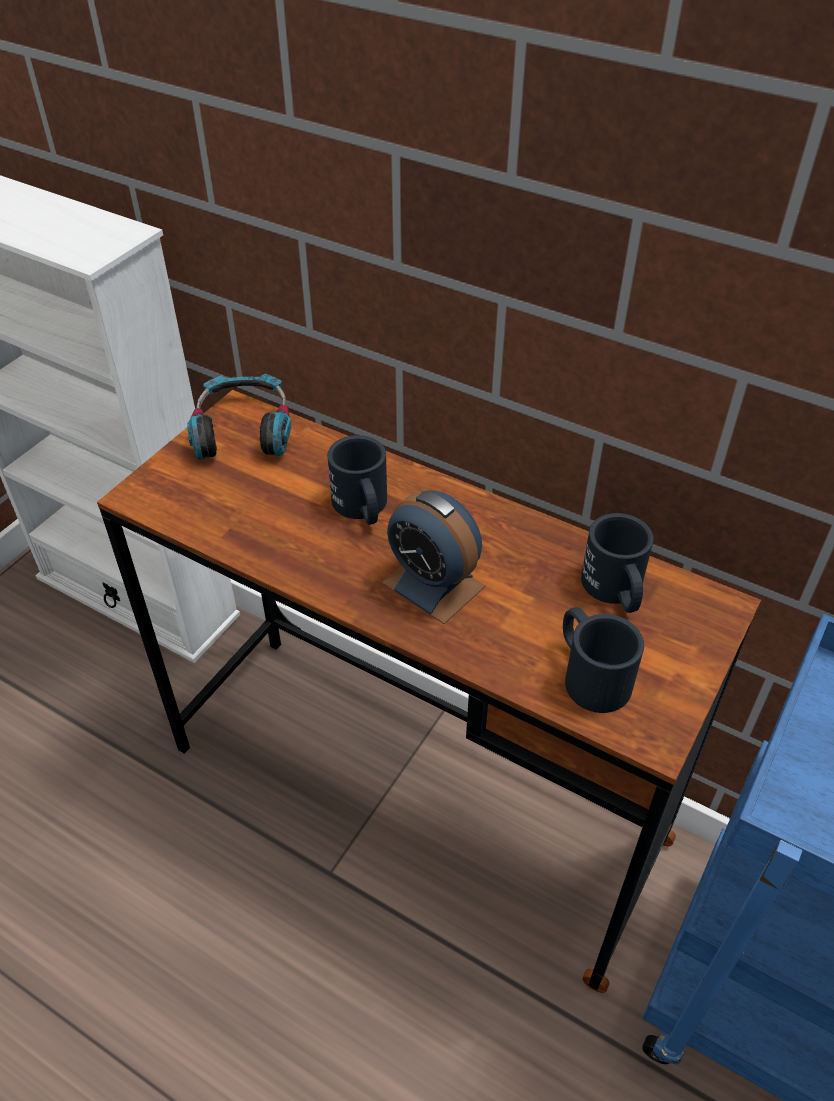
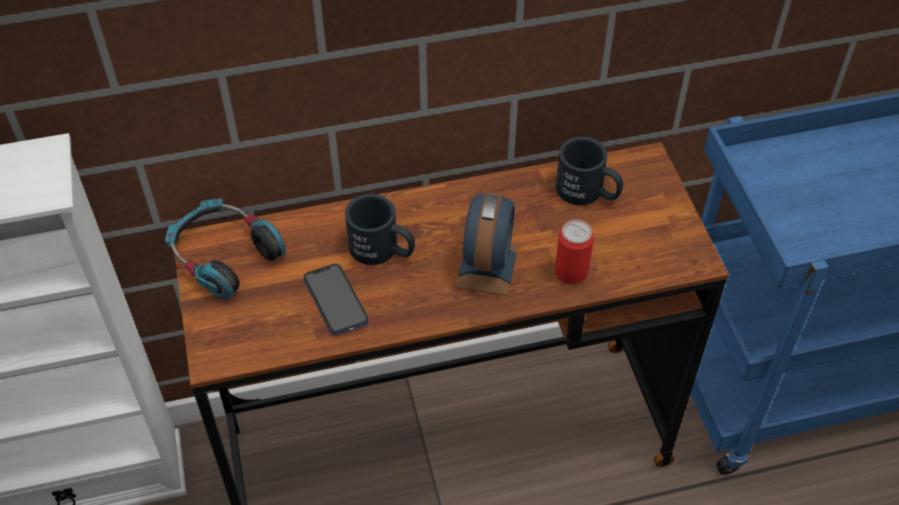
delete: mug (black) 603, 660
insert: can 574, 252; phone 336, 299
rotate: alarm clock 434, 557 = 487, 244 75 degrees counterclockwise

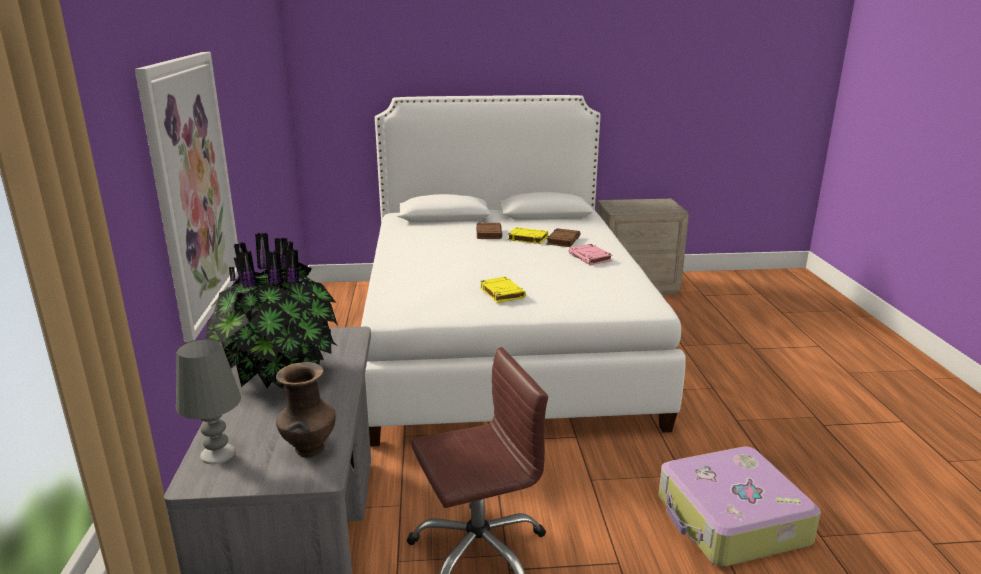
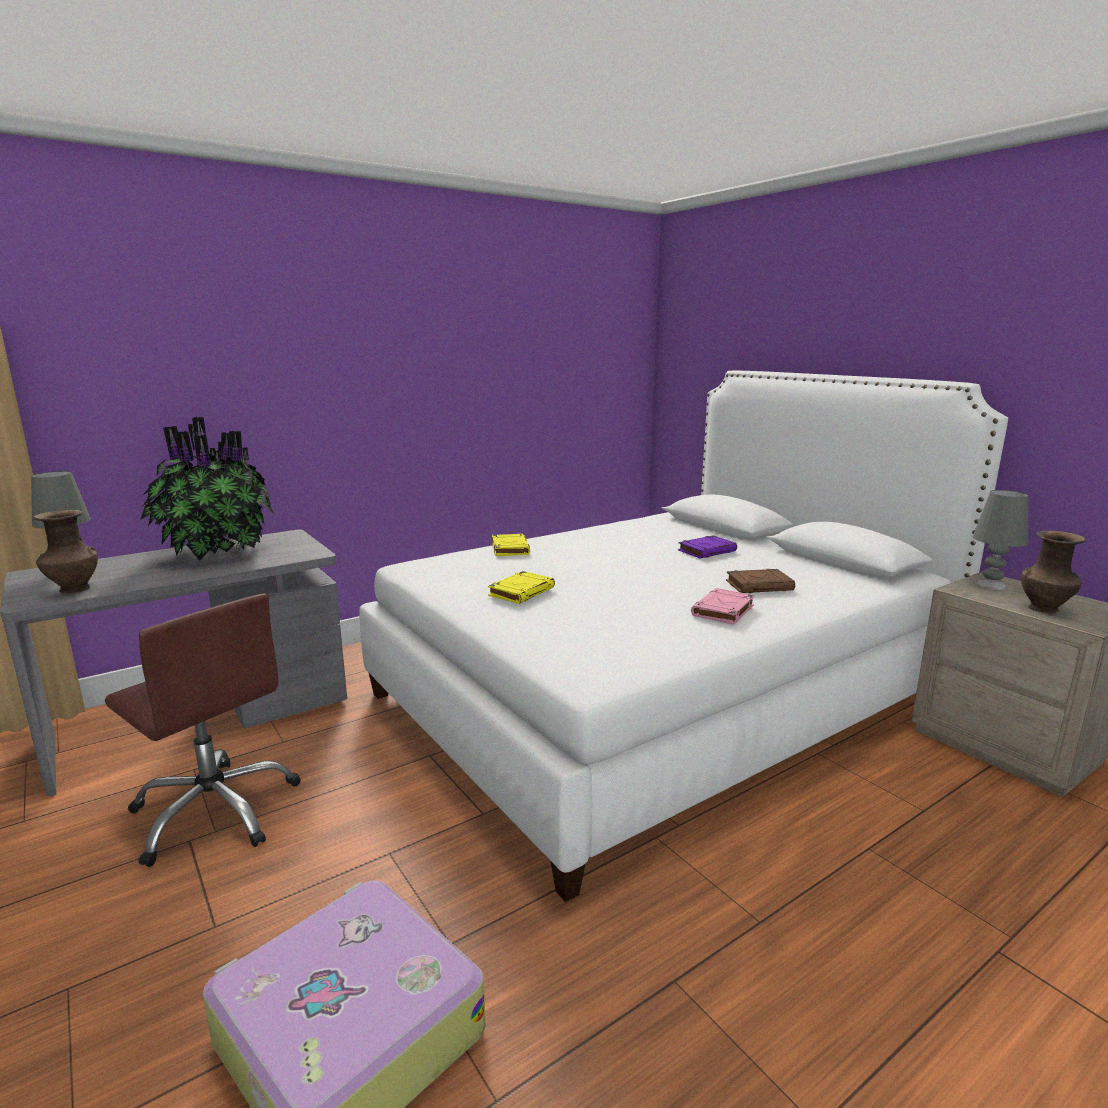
delete: picture 186, 197
insert: table lamp (grey) 1000, 540; vase (brown) 1053, 572
move: book (yellow) 527, 235 to 511, 545
recolor: book (brown) 489, 231 to book (purple) 707, 546

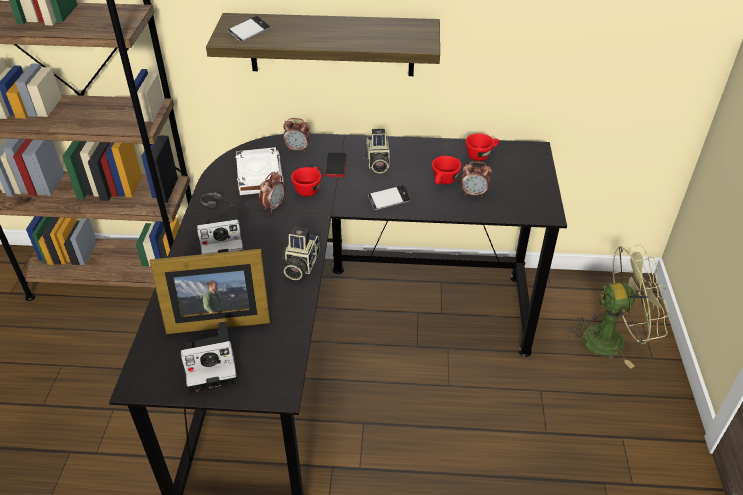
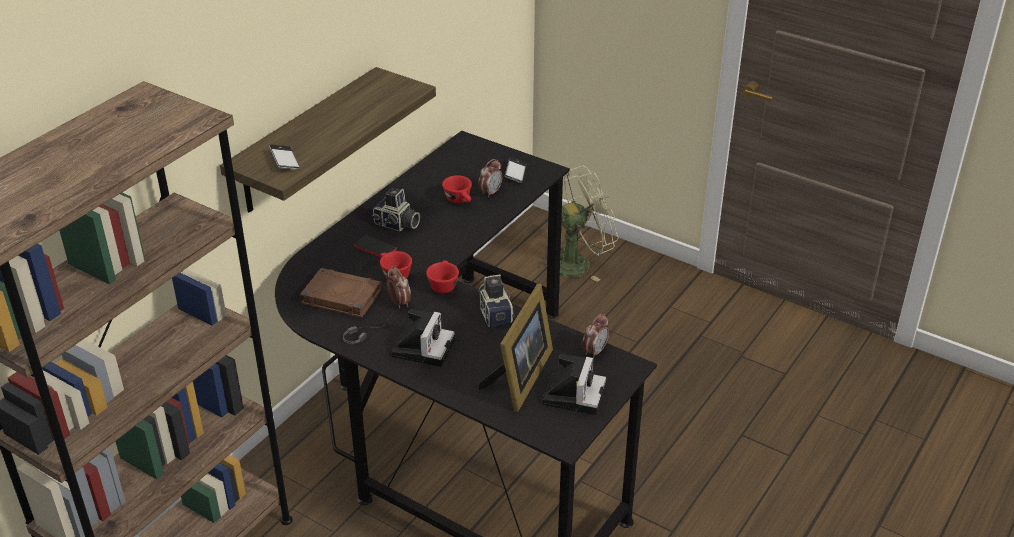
move: alarm clock 296, 135 to 595, 336; cup (red) 482, 147 to 442, 277; phone 389, 197 to 515, 170
recolor: book (white) 259, 171 to book (brown) 341, 293
rotate: photo camera 300, 253 = 497, 300 150 degrees counterclockwise; fan (green) 618, 307 = 578, 224 45 degrees clockwise

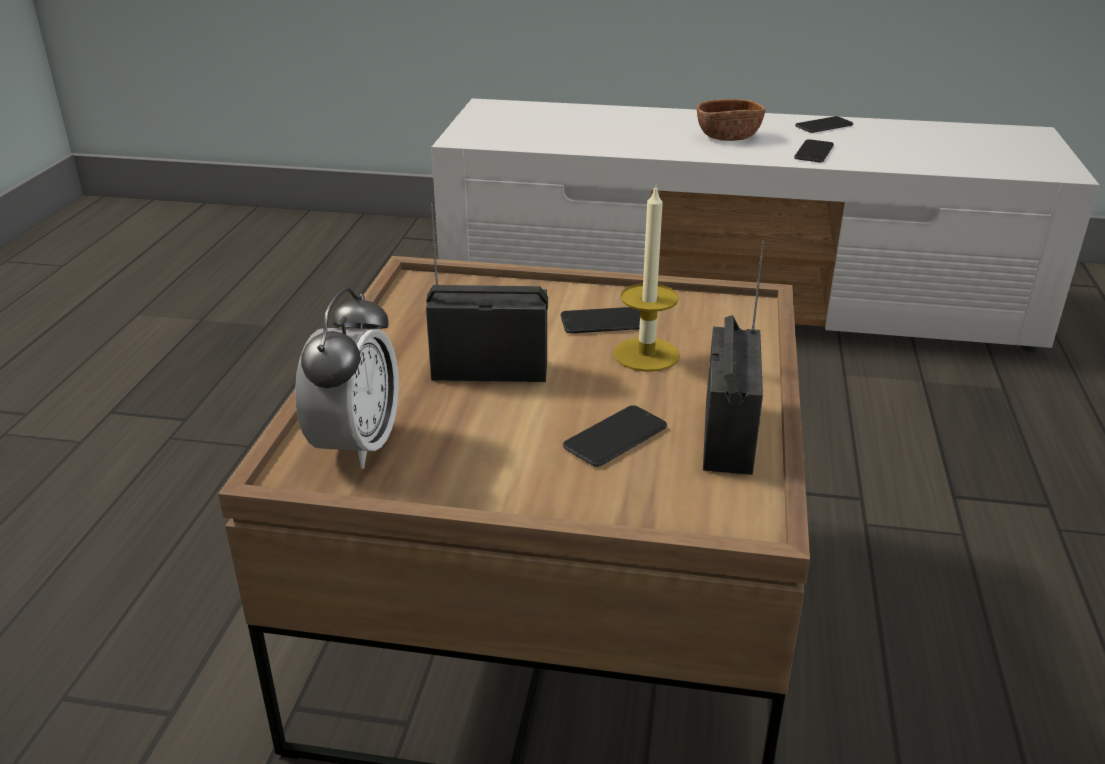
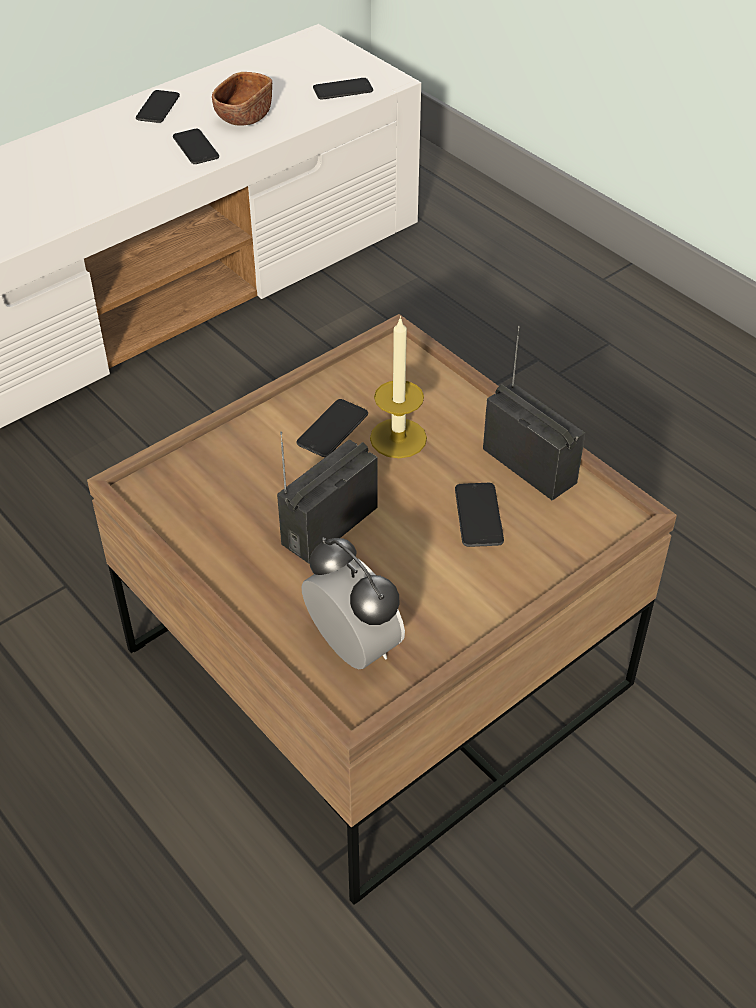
insert: phone 343, 89
move: bowl (brown) 731, 120 to 242, 99

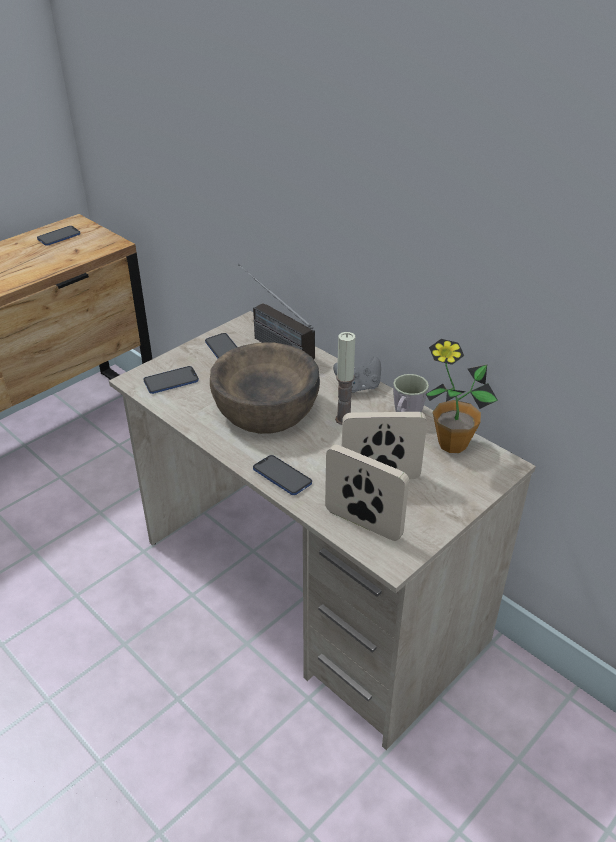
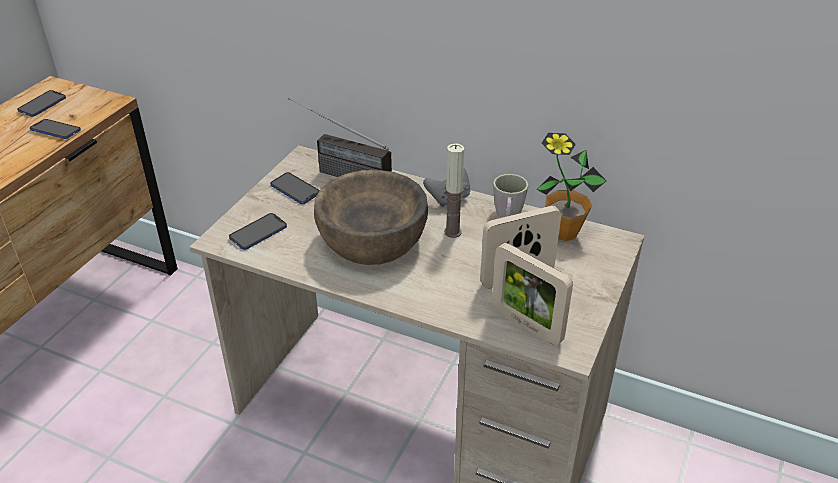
move: phone 282, 475 to 55, 129
rotate: picture frame 367, 492 = 532, 294 150 degrees counterclockwise

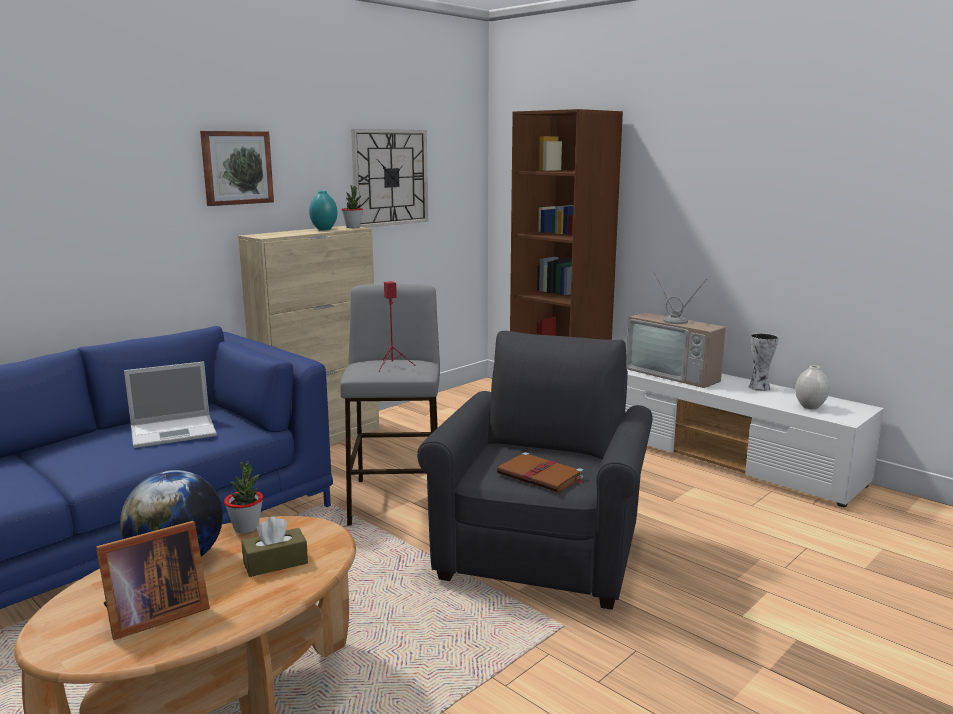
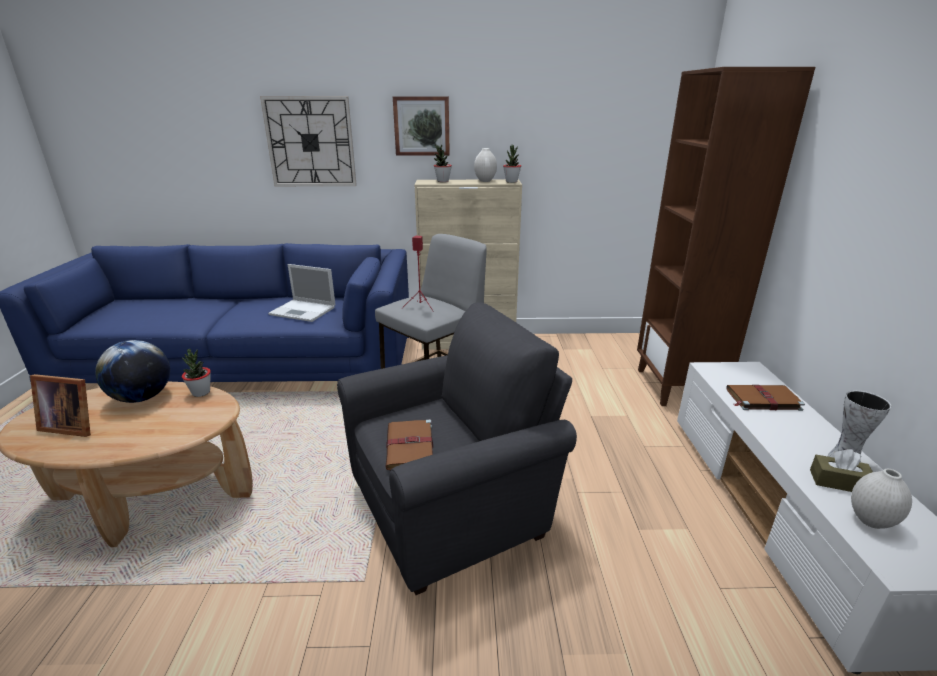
insert: potted plant 443, 163
move: wall clock 389, 178 to 308, 141; tissue box (brown) 274, 546 to 841, 470
replace: television 676, 330 to book (brown) 765, 398
recolor: vase (turquoise) 323, 210 to vase (white) 485, 165

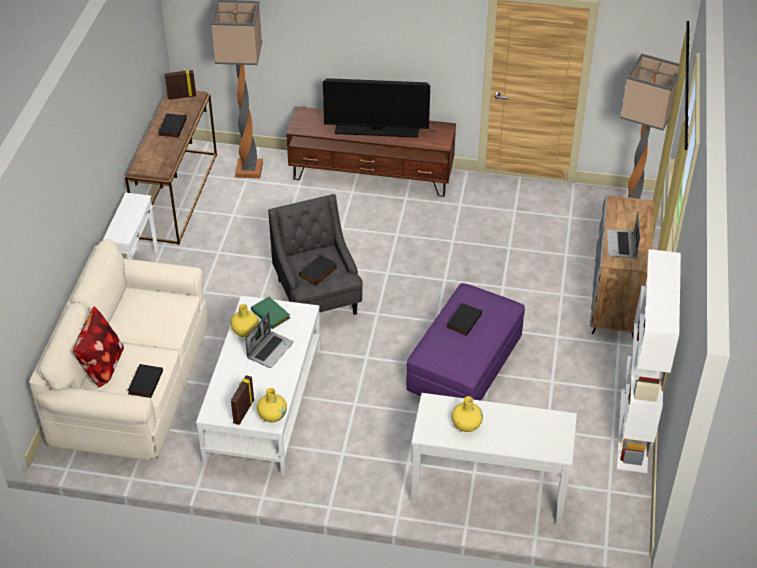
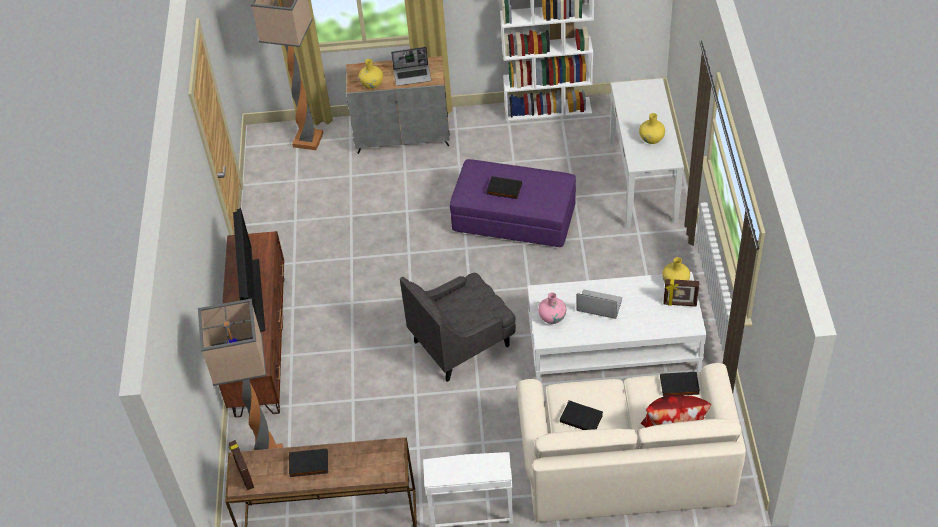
move: book (black) 318, 270 to 581, 415; vase (yellow) 244, 320 to 371, 74
replace: book (green) 270, 313 to vase (pink) 552, 308

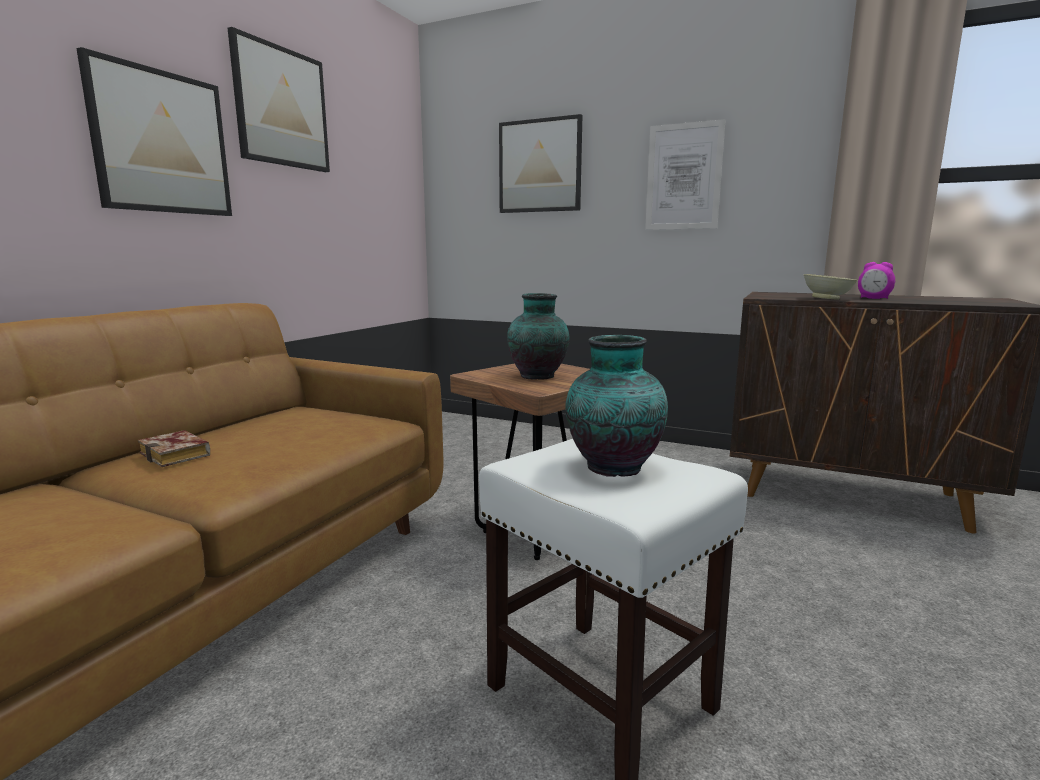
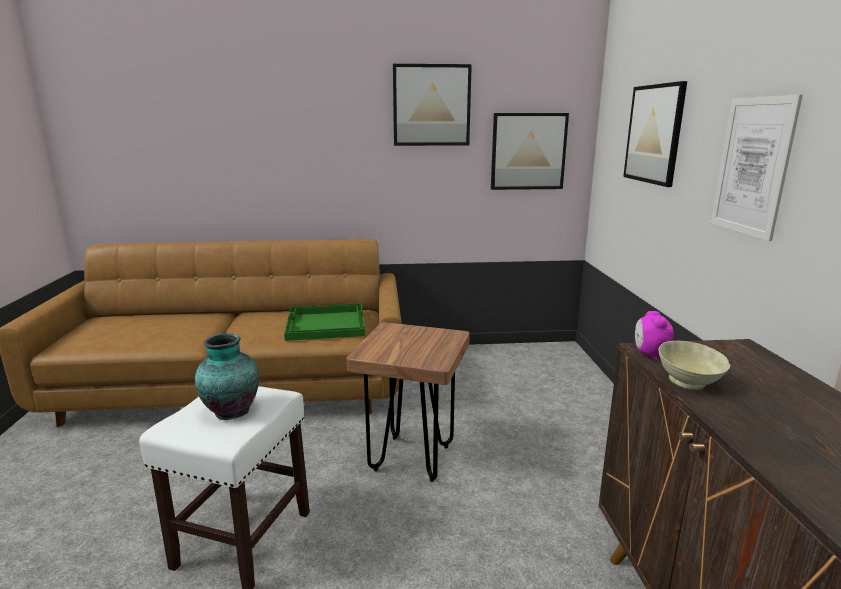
delete: vase 538, 336; book 174, 448
insert: tray (green) 324, 322
move: picture 154, 131 to 530, 151; alarm clock 876, 280 to 654, 335

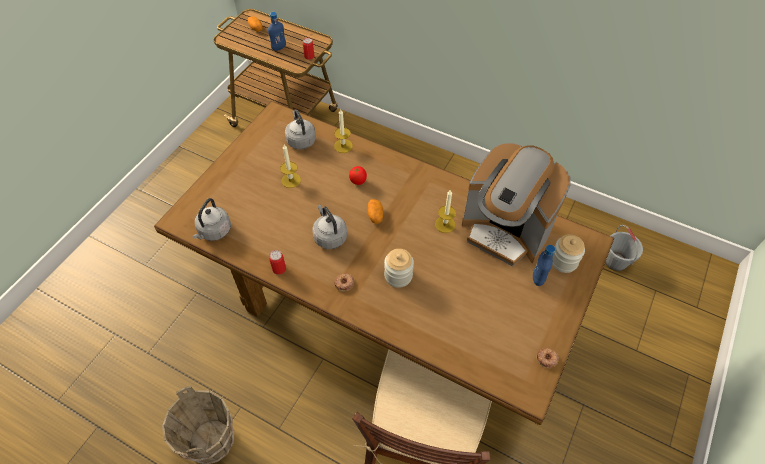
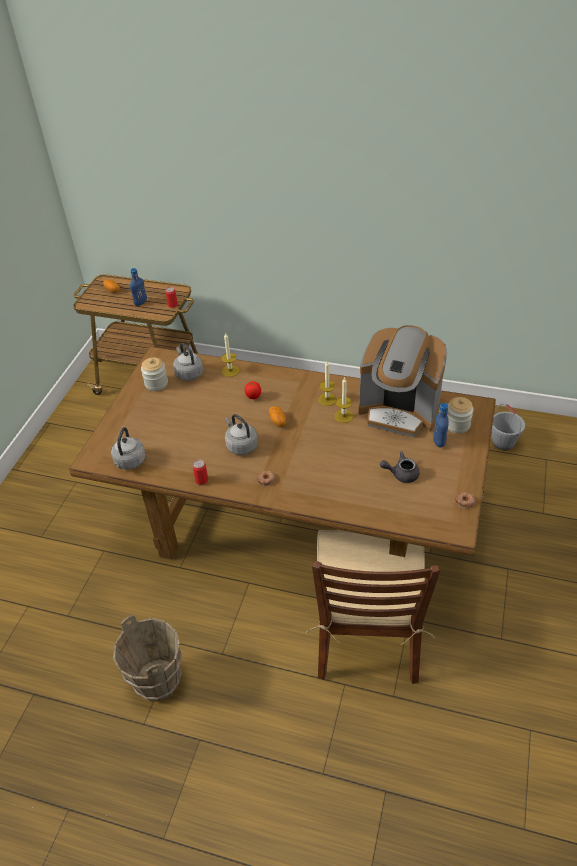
insert: teapot (grey) 400, 467
move: candle 290, 166 to 327, 384; jar 399, 268 to 154, 374

